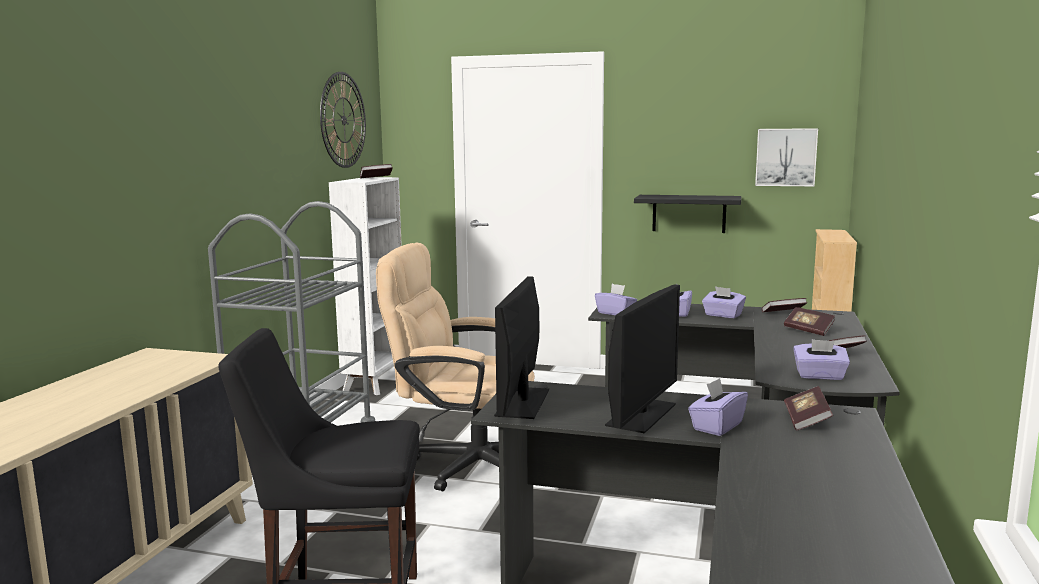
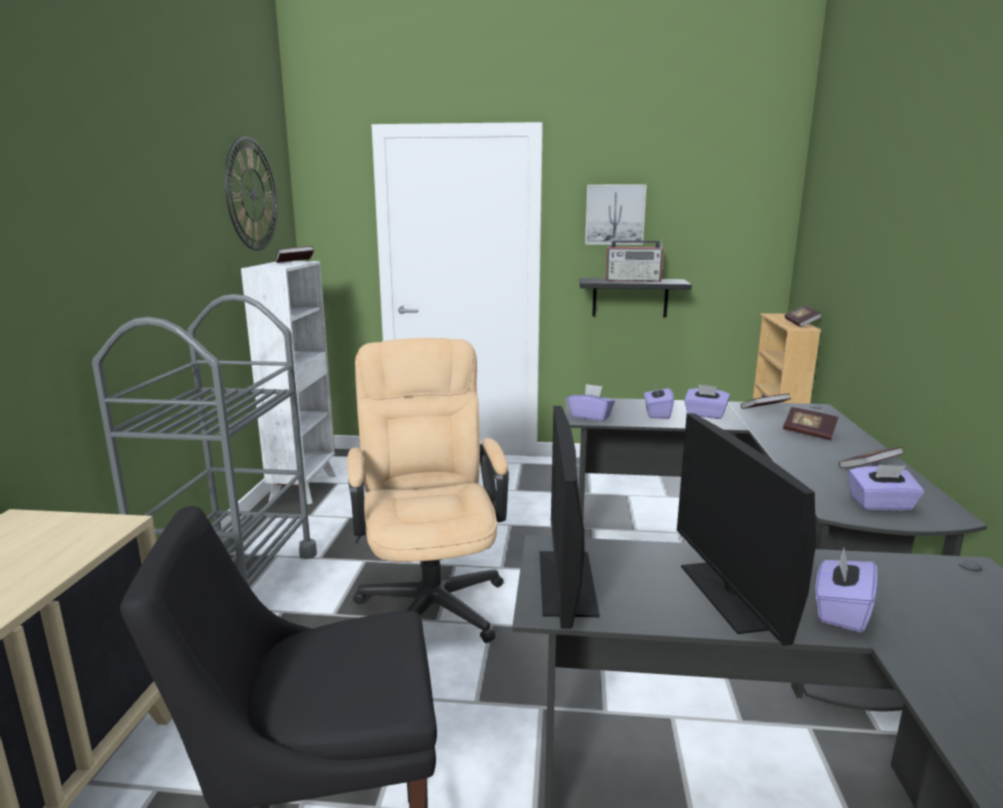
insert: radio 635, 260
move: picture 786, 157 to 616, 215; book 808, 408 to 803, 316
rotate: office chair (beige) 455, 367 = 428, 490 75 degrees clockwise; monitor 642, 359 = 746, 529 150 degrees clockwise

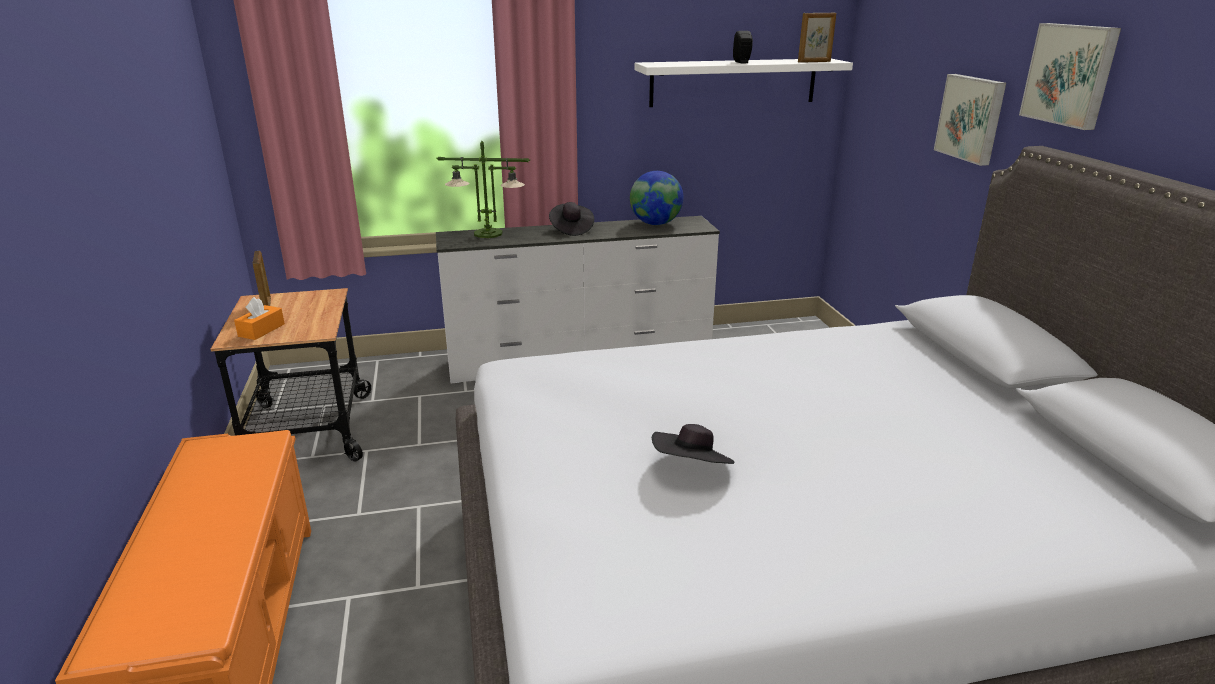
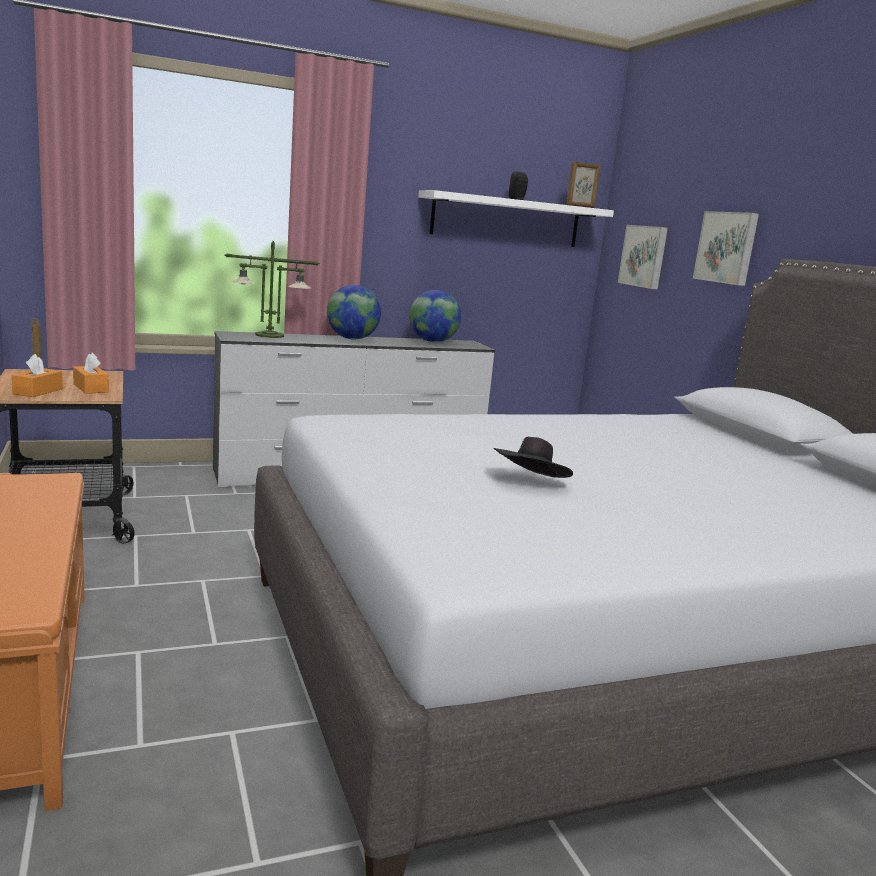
insert: tissue box (orange) 91, 373
move: picture 1070, 76 to 643, 257
replace: hat (black) 571, 219 to globe 354, 312

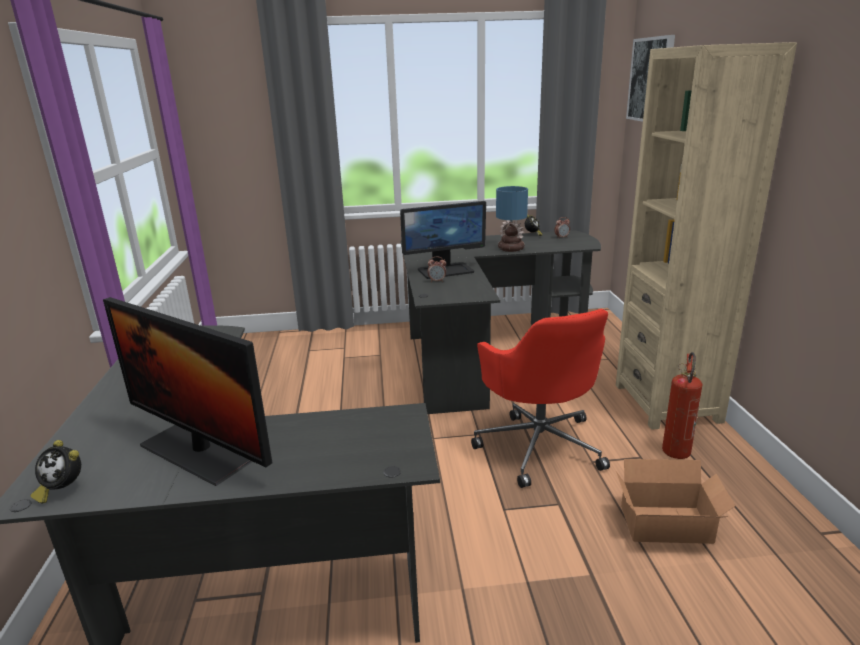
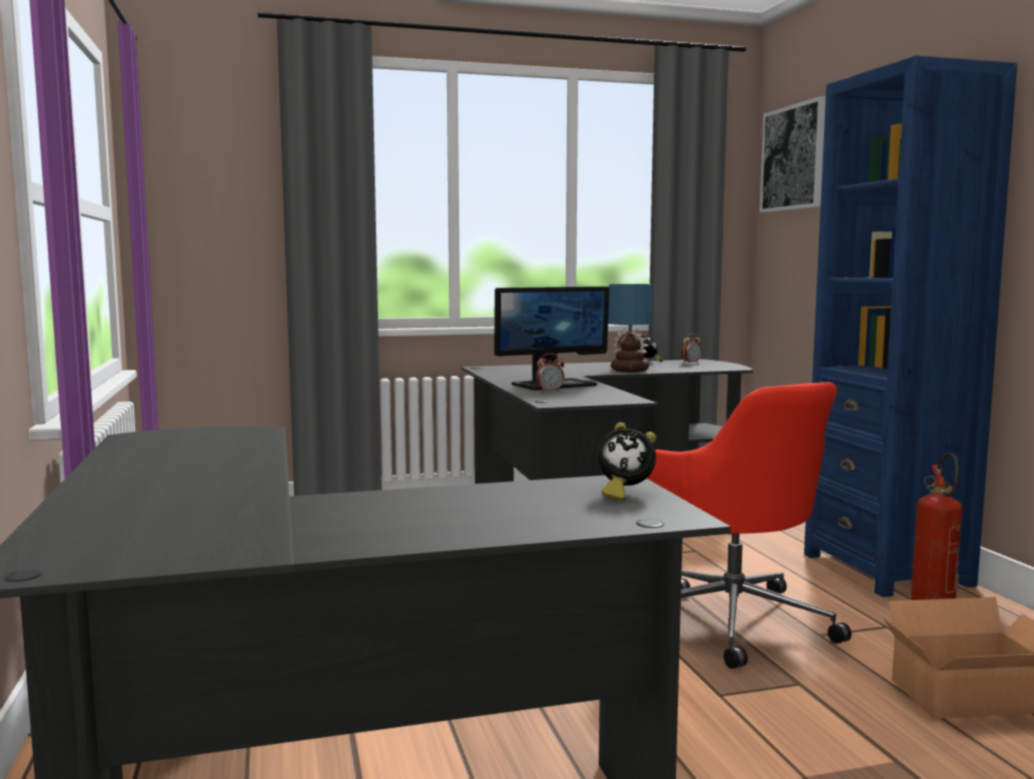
delete: monitor 187, 391
move: alarm clock 55, 471 to 627, 461
recolor: bookcase (beige) 706, 236 to bookcase (blue) 910, 326

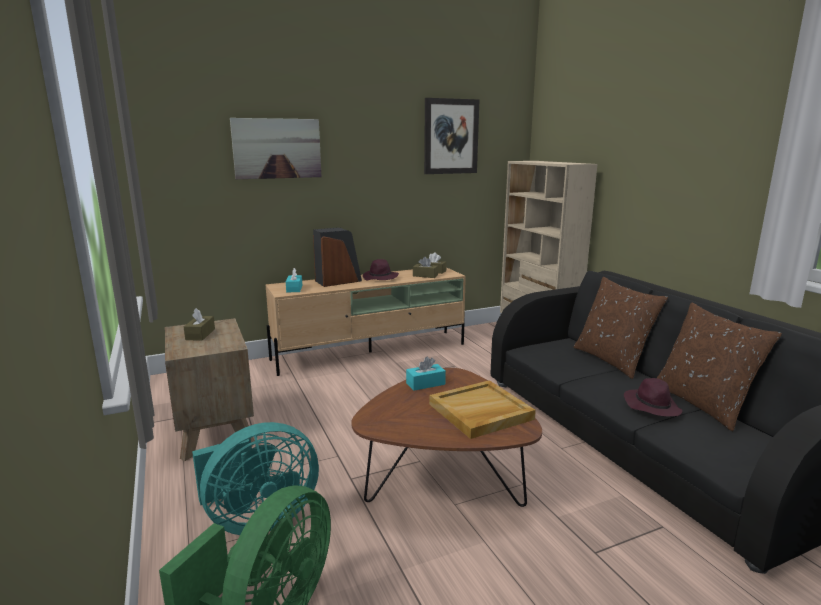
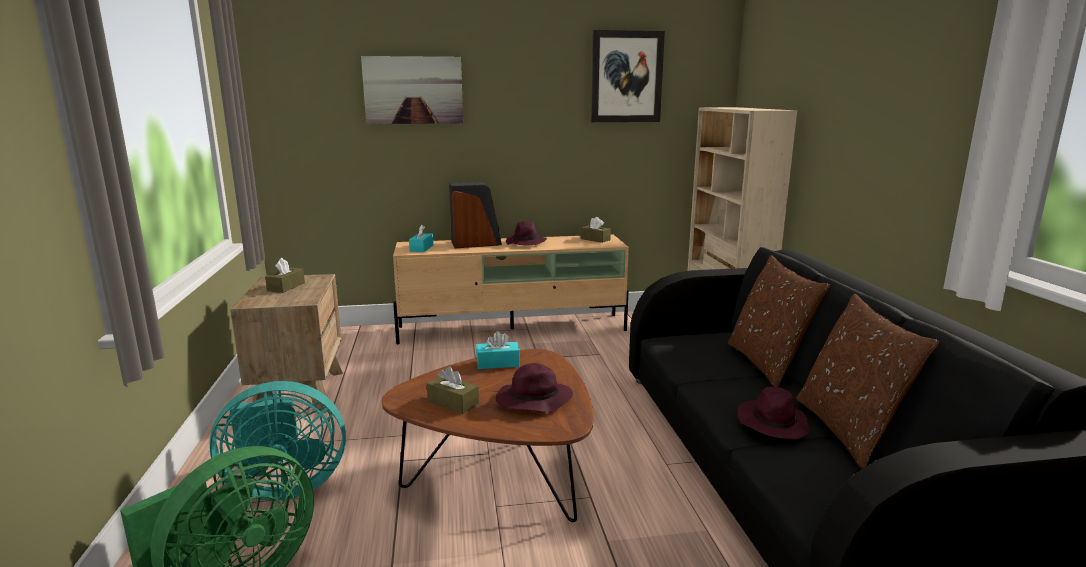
move: tissue box (brown) 425, 267 to 453, 390
replace: tray (beige) 482, 409 to hat (purple) 534, 388

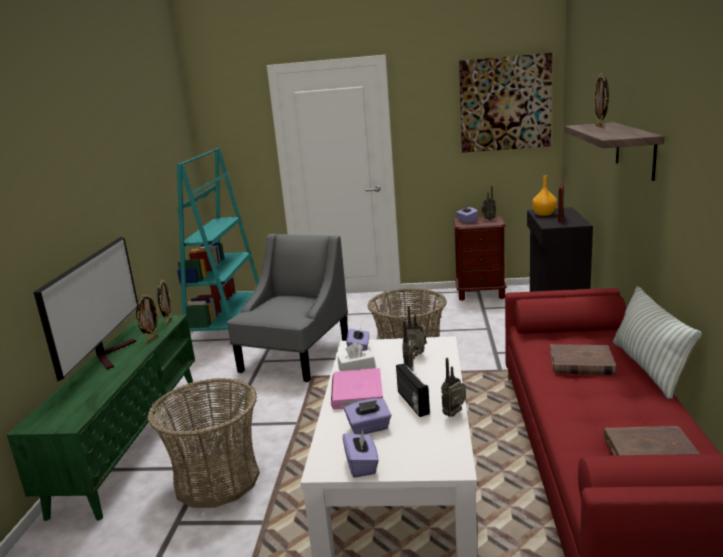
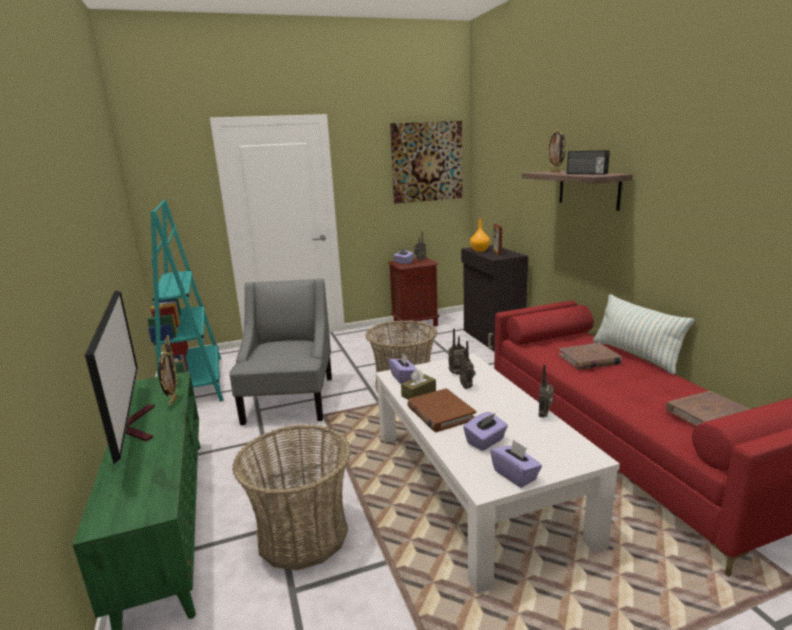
move: radio 413, 390 to 588, 162
recolor: tissue box (white) 356, 357 to tissue box (brown) 418, 384; book (pink) 357, 388 to book (brown) 441, 410

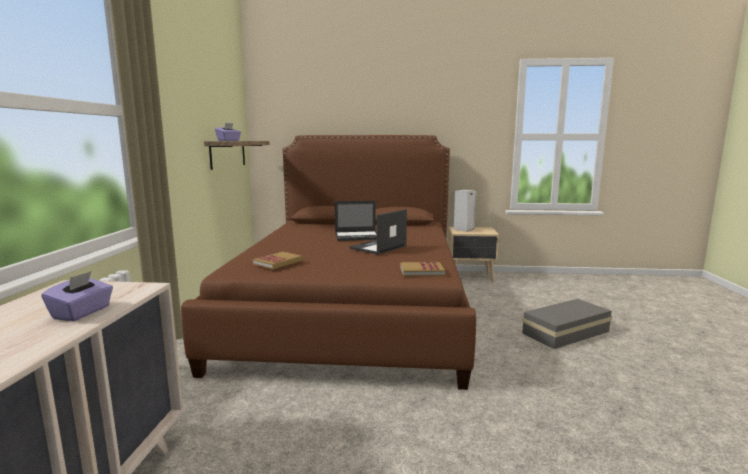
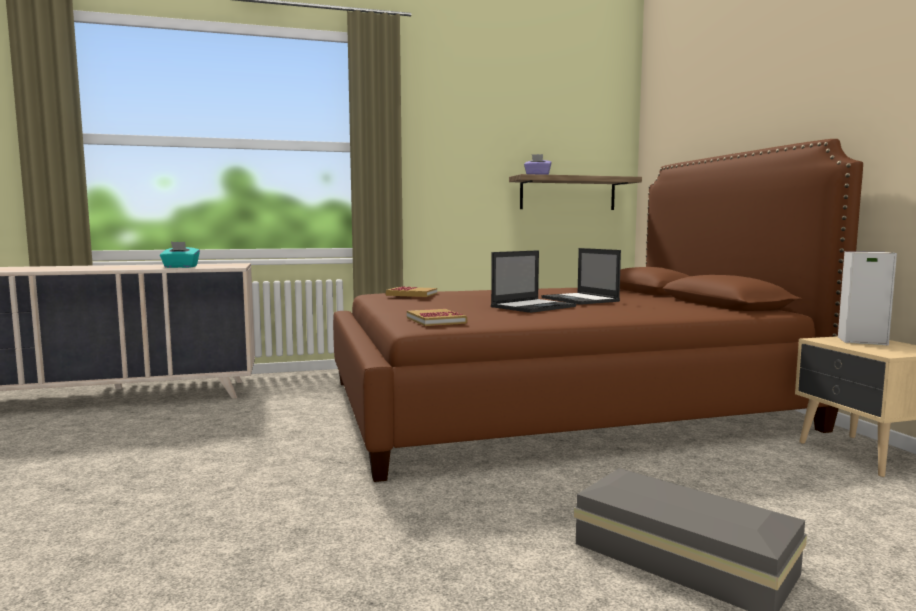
recolor: tissue box (purple) 77, 296 to tissue box (turquoise) 180, 255
rotate: laptop 378, 232 = 533, 281 120 degrees clockwise

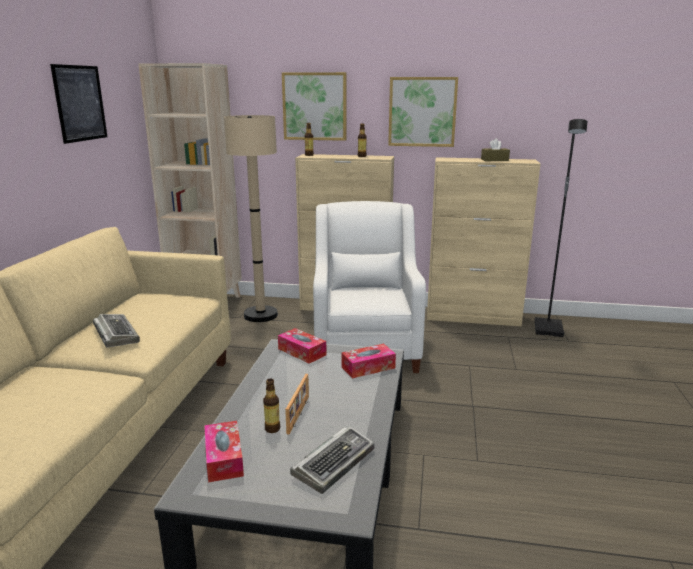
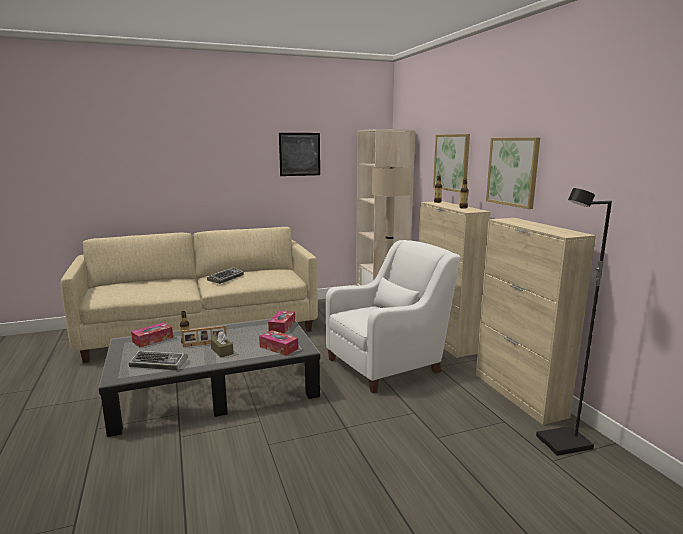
move: tissue box (brown) 495, 149 to 222, 344

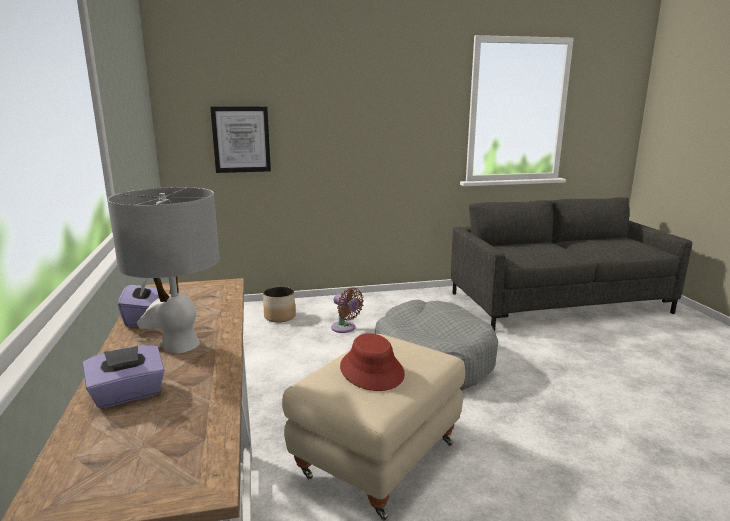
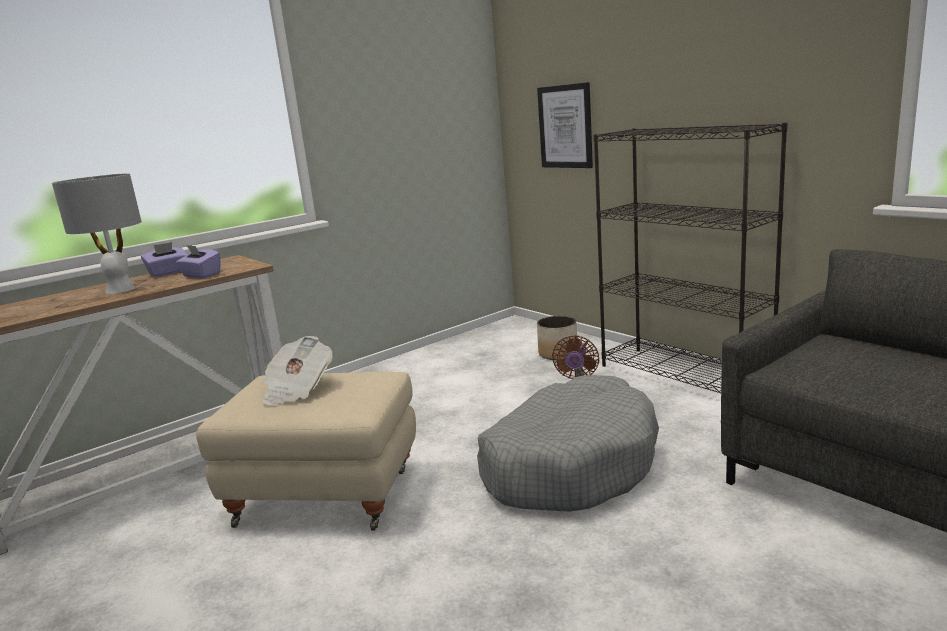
insert: bookcase (black) 690, 257
move: tissue box (purple) 124, 377 to 198, 261
replace: hat (red) 372, 362 to newspaper 297, 370

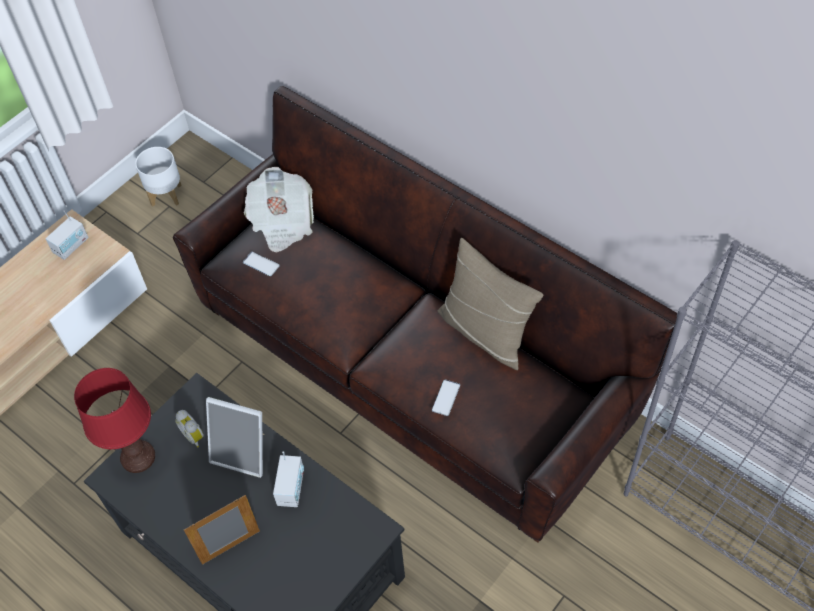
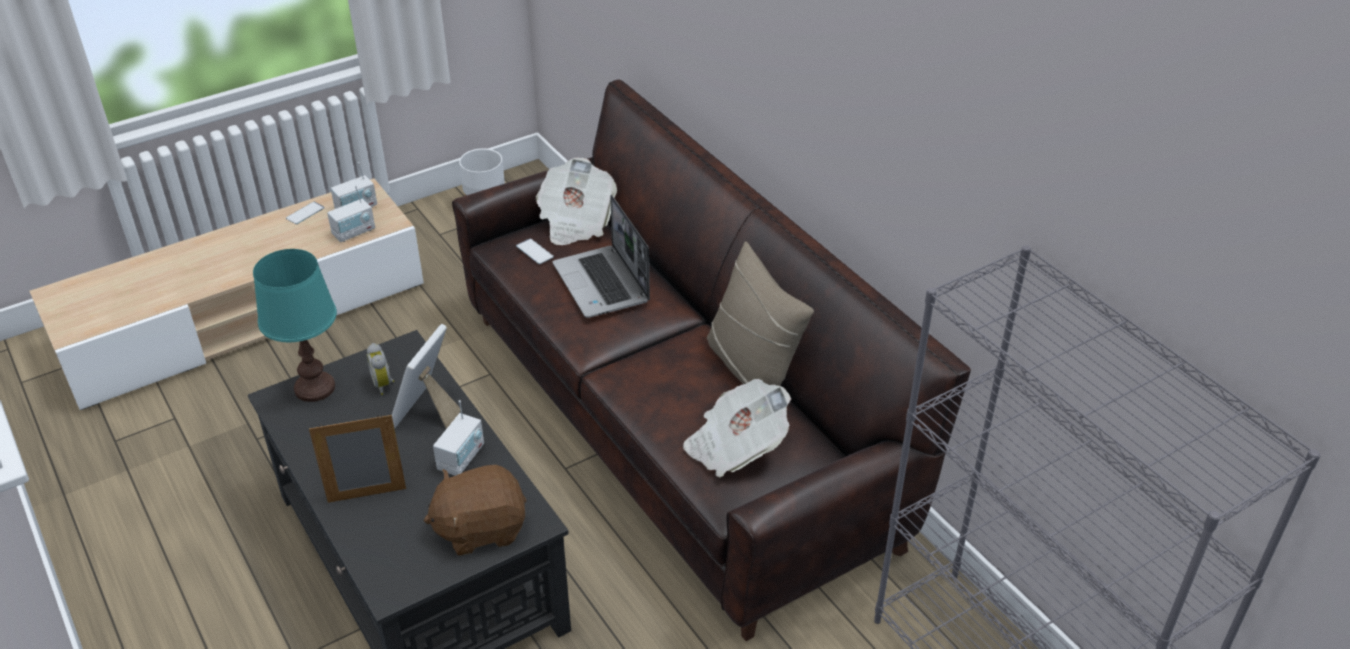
insert: radio 351, 214; laptop 601, 256; newspaper 737, 428; plush toy (brown) 475, 510
move: phone 446, 397 to 305, 213
recolor: table lamp (red) 114, 420 to table lamp (turquoise) 295, 325
rotate: picture frame 235, 437 = 426, 376 75 degrees clockwise

